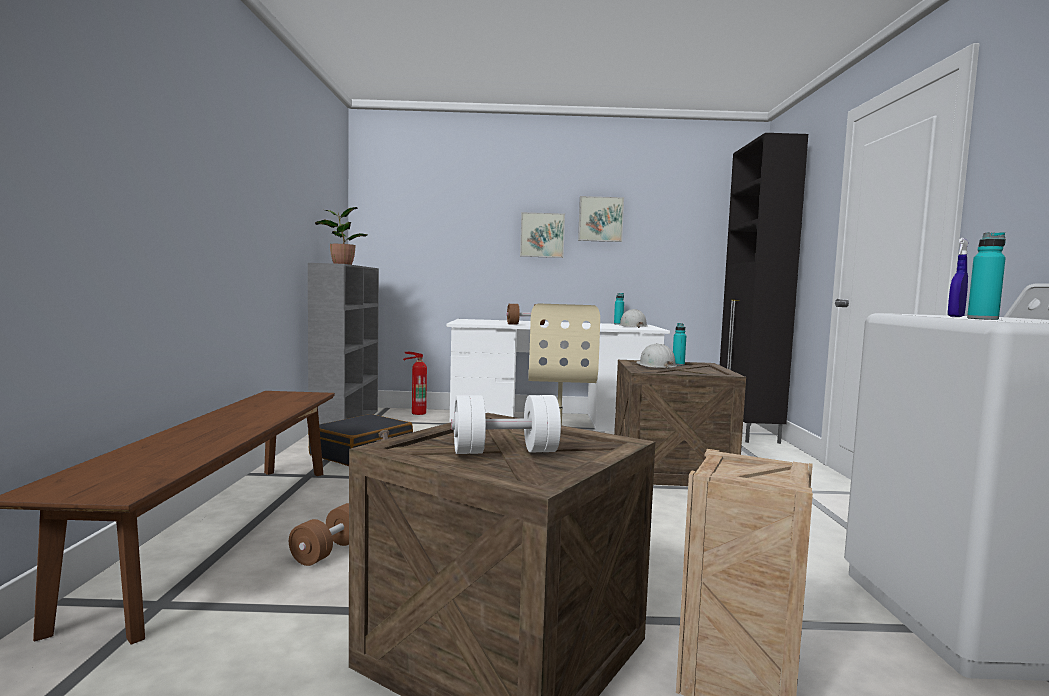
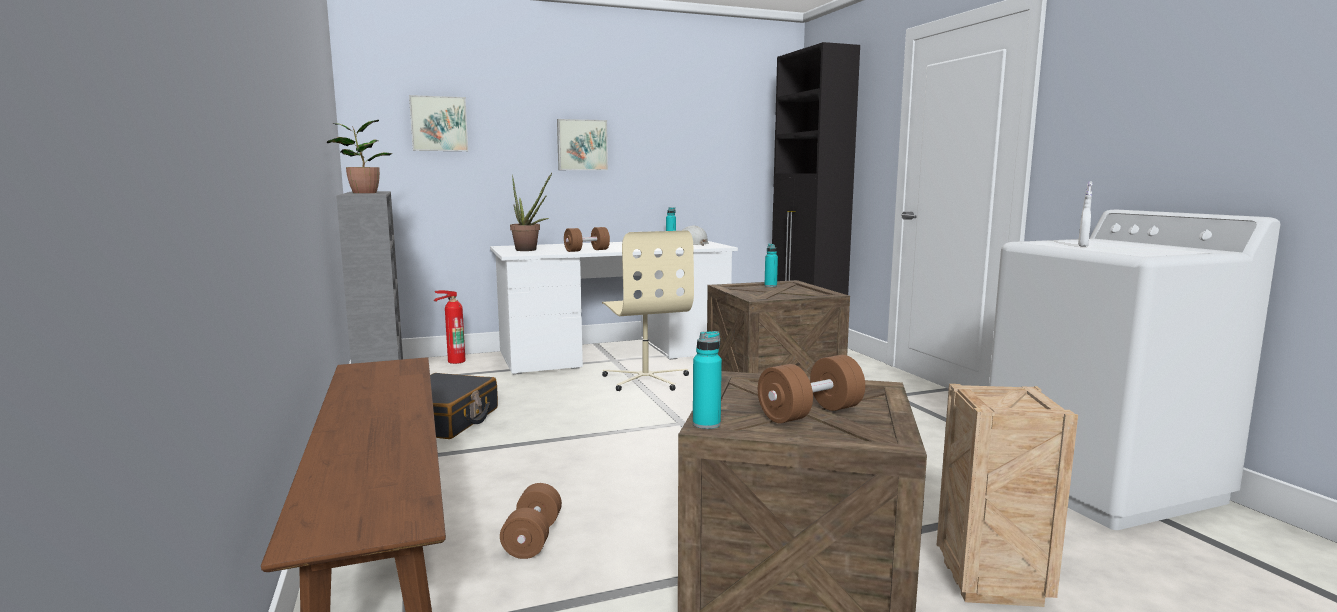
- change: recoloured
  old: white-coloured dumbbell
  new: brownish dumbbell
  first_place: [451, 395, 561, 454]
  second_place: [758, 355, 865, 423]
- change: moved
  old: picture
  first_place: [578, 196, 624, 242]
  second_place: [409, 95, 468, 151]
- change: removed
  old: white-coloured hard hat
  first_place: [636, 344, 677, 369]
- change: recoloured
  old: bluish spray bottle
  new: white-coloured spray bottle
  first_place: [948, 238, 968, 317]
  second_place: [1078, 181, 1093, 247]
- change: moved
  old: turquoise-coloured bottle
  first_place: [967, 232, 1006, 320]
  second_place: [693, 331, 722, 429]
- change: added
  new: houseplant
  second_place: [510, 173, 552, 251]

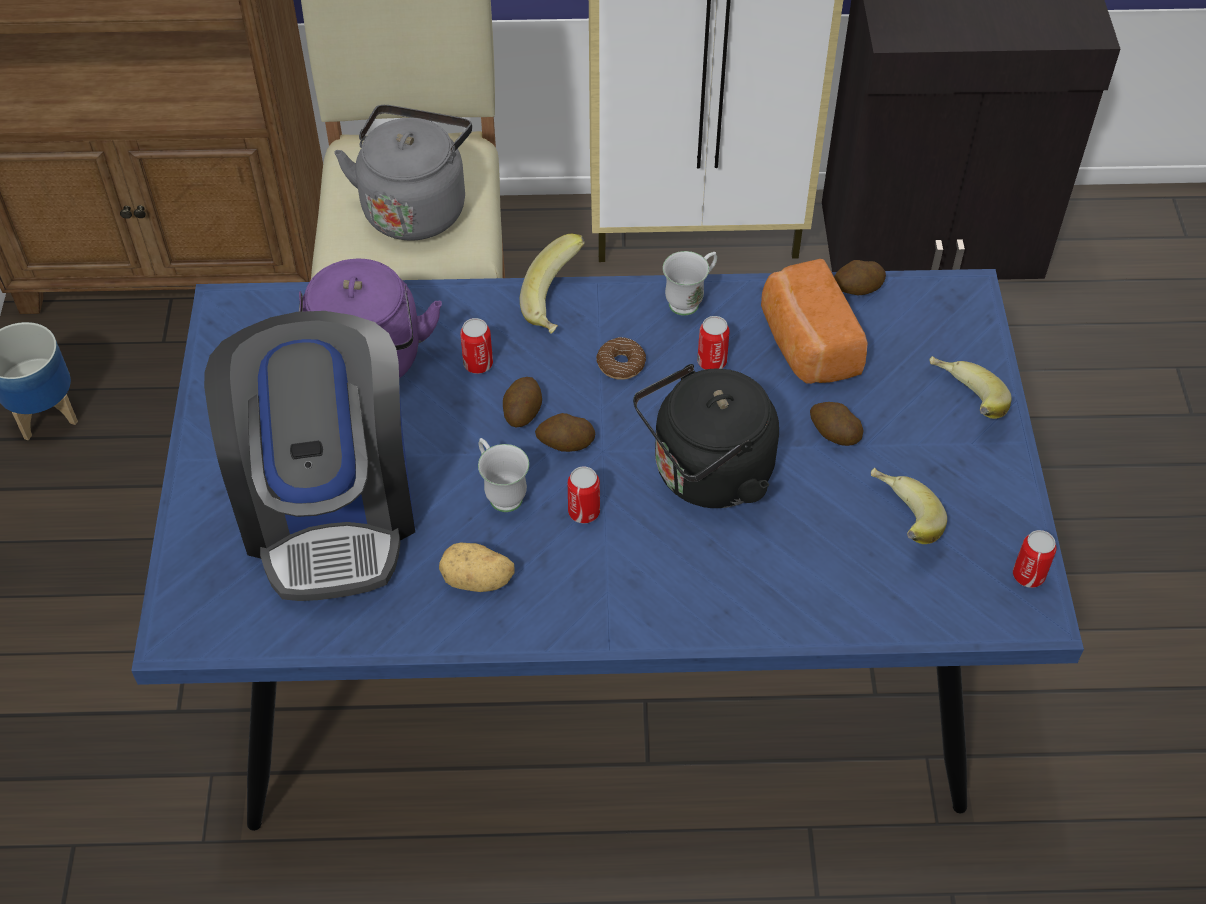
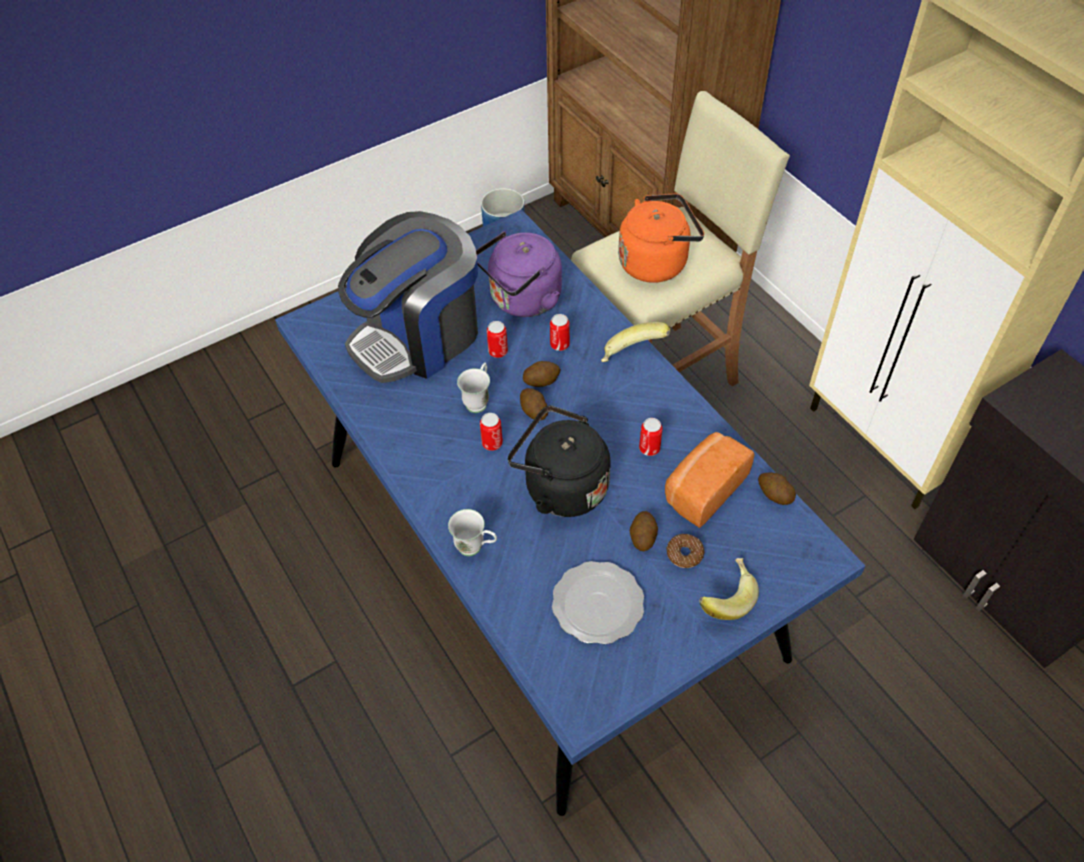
- change: recoloured
  old: greyish water kettle
  new: orange water kettle
  first_place: [334, 105, 472, 241]
  second_place: [618, 193, 704, 283]
- change: removed
  old: spud
  first_place: [439, 543, 514, 592]
- change: moved
  old: ring doughnut
  first_place: [596, 337, 646, 380]
  second_place: [666, 534, 705, 568]
- change: moved
  old: white-coloured mug
  first_place: [663, 251, 717, 316]
  second_place: [448, 509, 497, 556]
- change: replaced
  old: banana
  new: plate
  first_place: [871, 468, 947, 544]
  second_place: [552, 561, 644, 644]
- change: moved
  old: sealed can
  first_place: [1013, 530, 1056, 588]
  second_place: [487, 321, 508, 358]

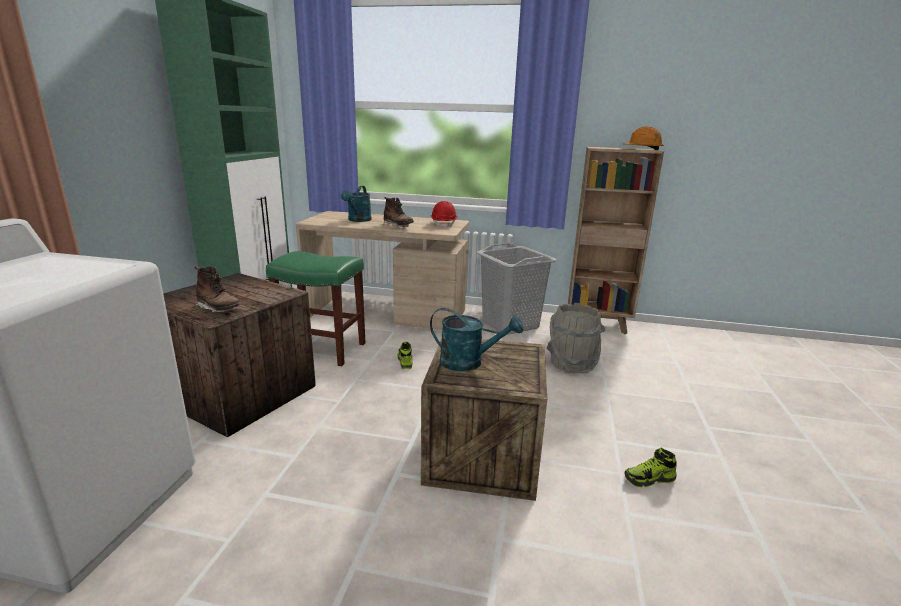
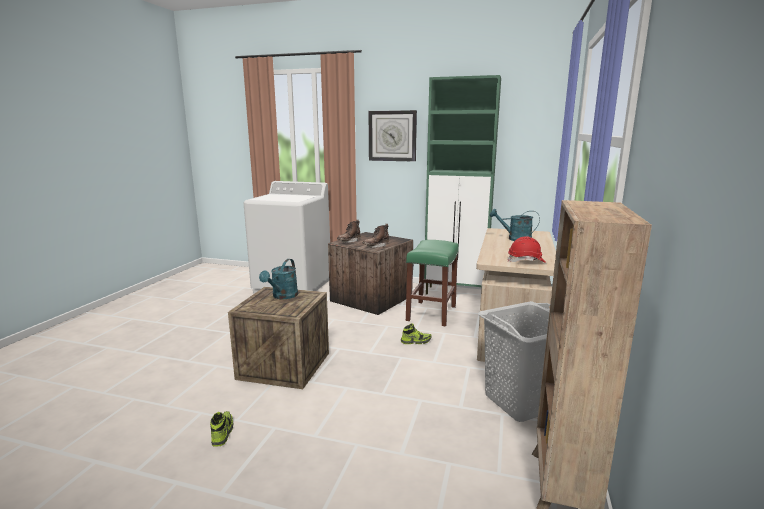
- change: moved
  old: brownish boot
  first_place: [384, 197, 414, 227]
  second_place: [363, 224, 389, 248]
- change: removed
  old: greyish water bucket
  first_place: [547, 303, 605, 374]
- change: removed
  old: orange hard hat
  first_place: [623, 126, 663, 150]
- change: added
  new: clock on the wall
  second_place: [369, 110, 417, 162]

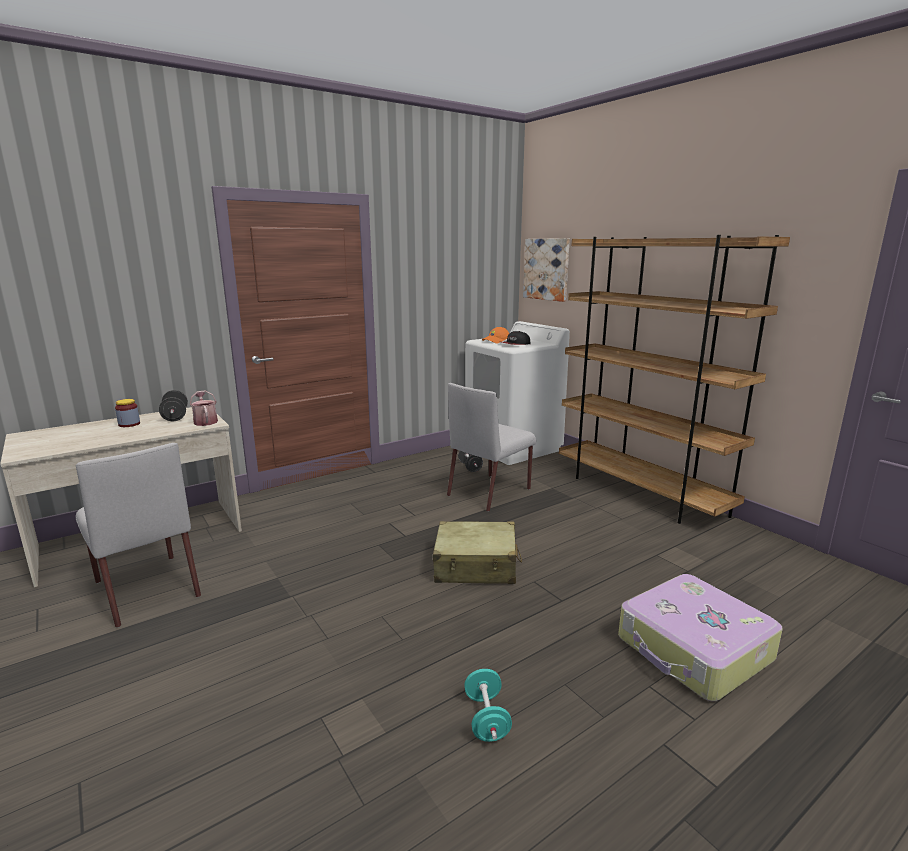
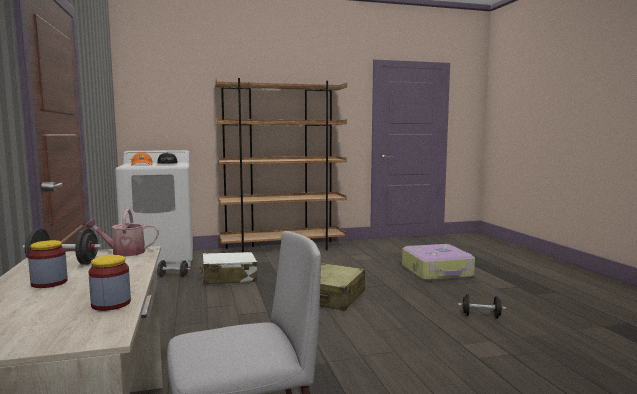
- change: replaced
  old: greyish chair
  new: white-coloured piece of luggage
  first_place: [447, 383, 536, 512]
  second_place: [198, 252, 257, 284]
- change: recoloured
  old: turquoise-coloured dumbbell
  new: blackish dumbbell
  first_place: [464, 669, 512, 742]
  second_place: [458, 294, 506, 319]
- change: removed
  old: picture
  first_place: [523, 238, 570, 302]
- change: added
  new: storage jar
  second_place: [89, 255, 131, 311]

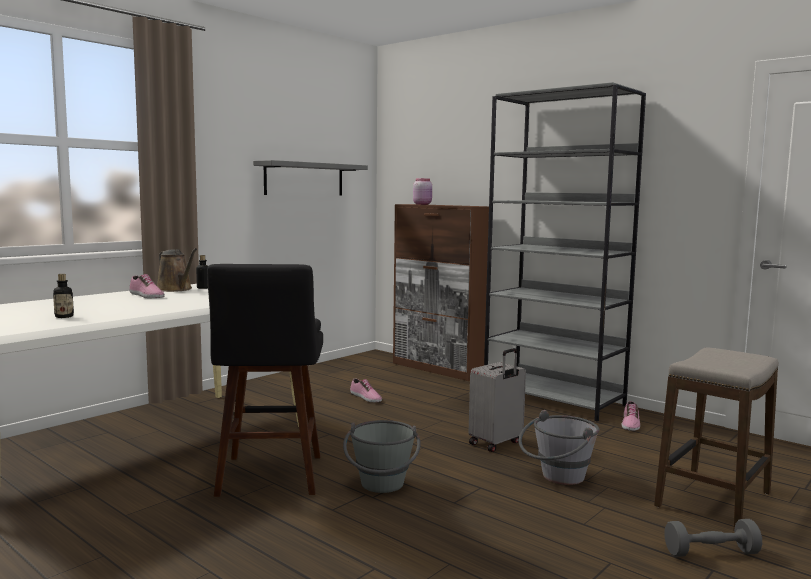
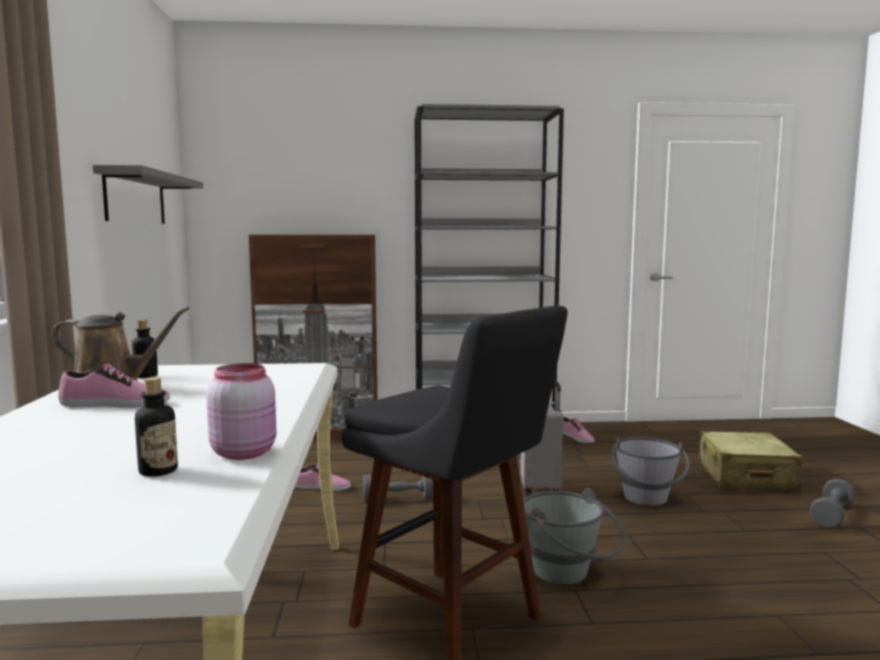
- change: moved
  old: pink-coloured storage jar
  first_place: [413, 178, 432, 205]
  second_place: [206, 363, 277, 460]
- change: replaced
  old: stool seat
  new: beige-coloured piece of luggage
  first_place: [654, 347, 779, 528]
  second_place: [699, 431, 802, 491]
- change: added
  new: greyish dumbbell
  second_place: [363, 474, 433, 502]

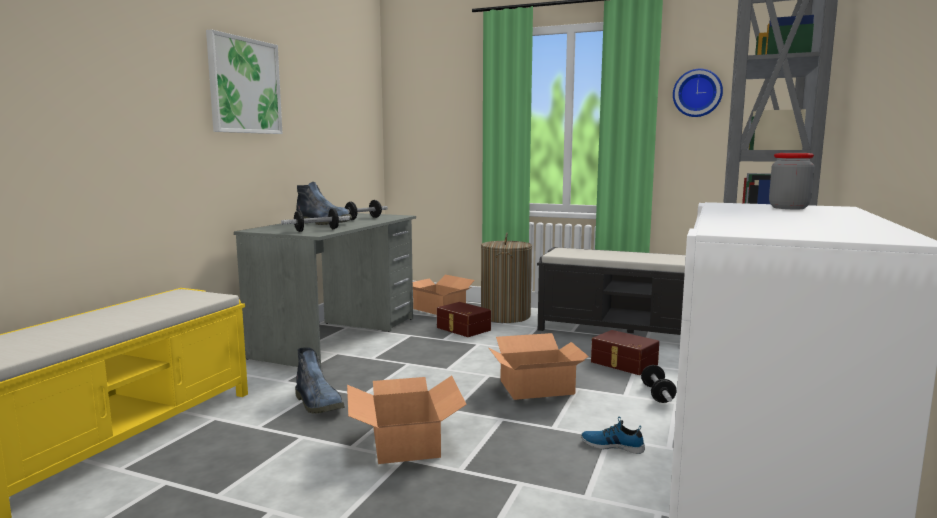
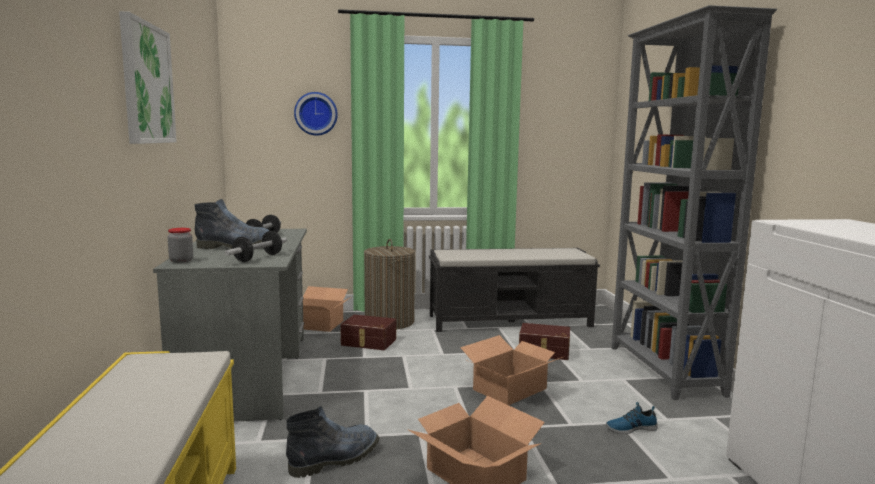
- change: turned
  old: boot
  first_place: [295, 347, 345, 414]
  second_place: [286, 406, 380, 478]
  degrees: -60
- change: removed
  old: dumbbell
  first_place: [641, 365, 677, 403]
- change: moved
  old: clock on the wall
  first_place: [673, 68, 723, 117]
  second_place: [294, 92, 338, 136]
- change: moved
  old: storage jar
  first_place: [769, 153, 814, 209]
  second_place: [168, 228, 193, 263]

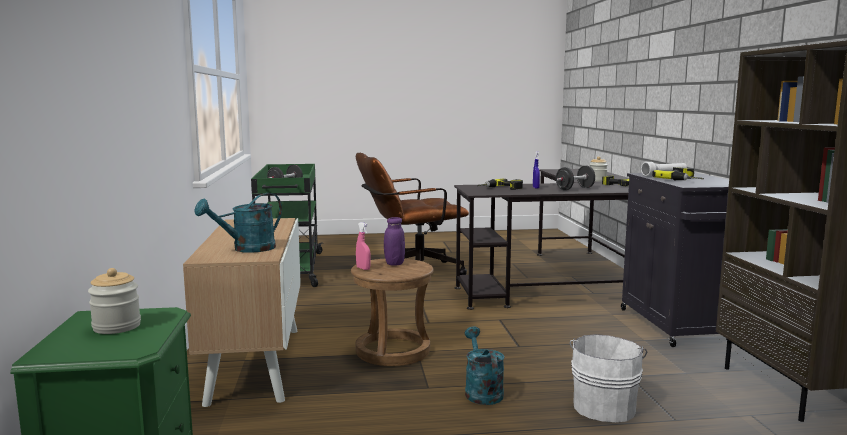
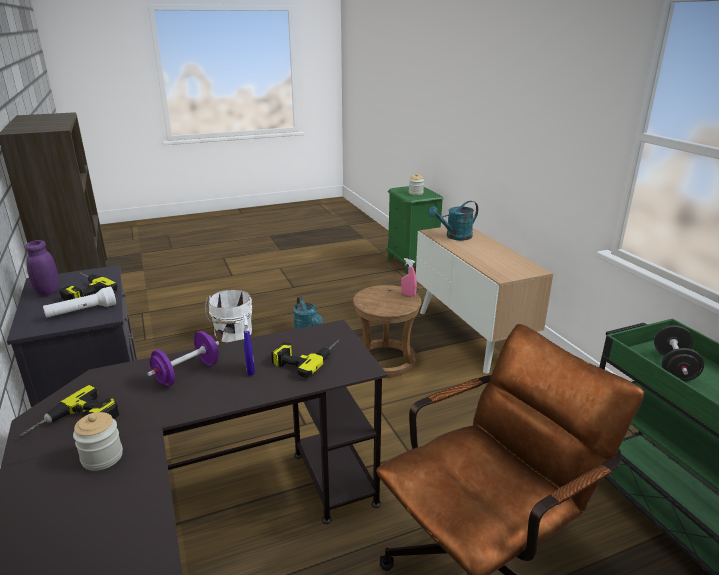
- change: turned
  old: turquoise-coloured sprinkling can
  first_place: [194, 193, 282, 253]
  second_place: [428, 201, 478, 240]
  degrees: -150
- change: moved
  old: purplish storage jar
  first_place: [384, 217, 405, 266]
  second_place: [25, 240, 59, 296]
- change: recoloured
  old: blackish dumbbell
  new: purplish dumbbell
  first_place: [556, 166, 595, 190]
  second_place: [147, 331, 219, 386]

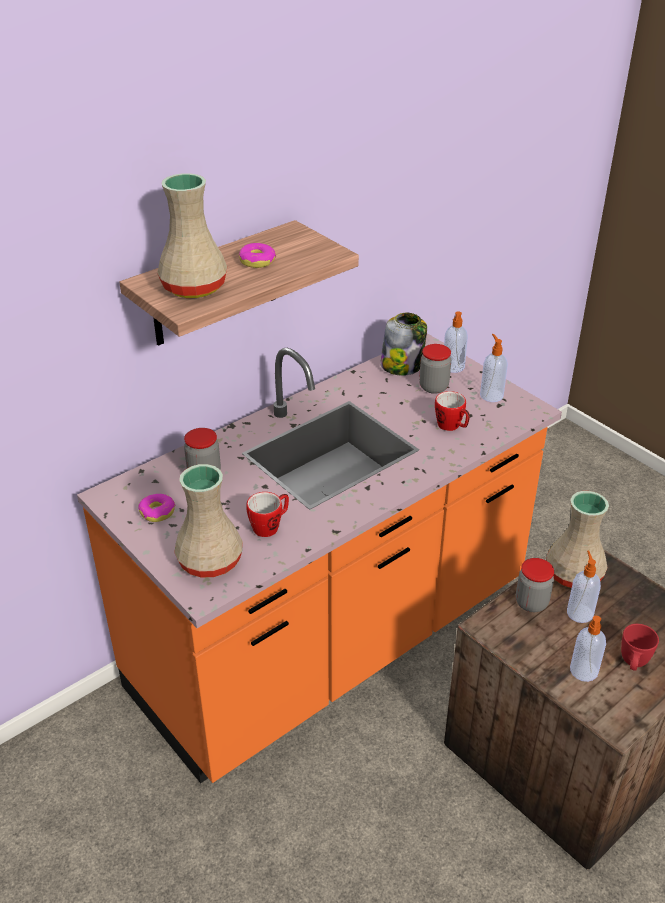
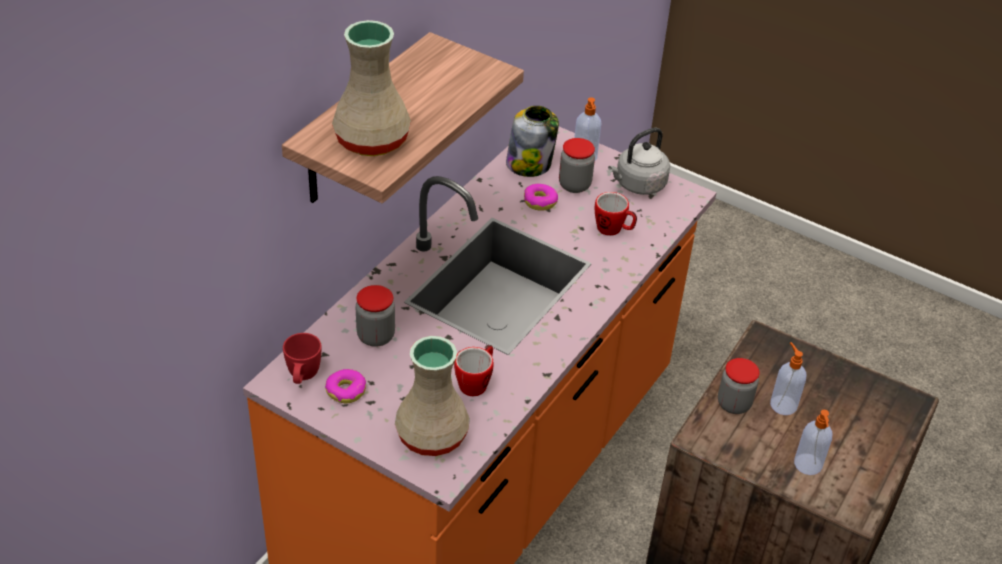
- change: moved
  old: ring doughnut
  first_place: [239, 243, 276, 268]
  second_place: [524, 184, 558, 211]
- change: replaced
  old: liquid soap bottle
  new: greyish water kettle
  first_place: [480, 334, 508, 402]
  second_place: [608, 128, 670, 195]
- change: removed
  old: beige-coloured flower vase
  first_place: [546, 491, 609, 588]
- change: moved
  old: red-coloured mug
  first_place: [621, 624, 659, 671]
  second_place: [283, 333, 322, 384]

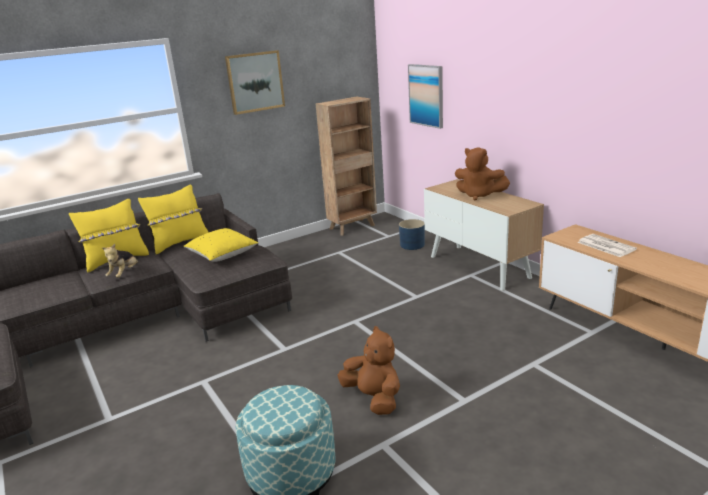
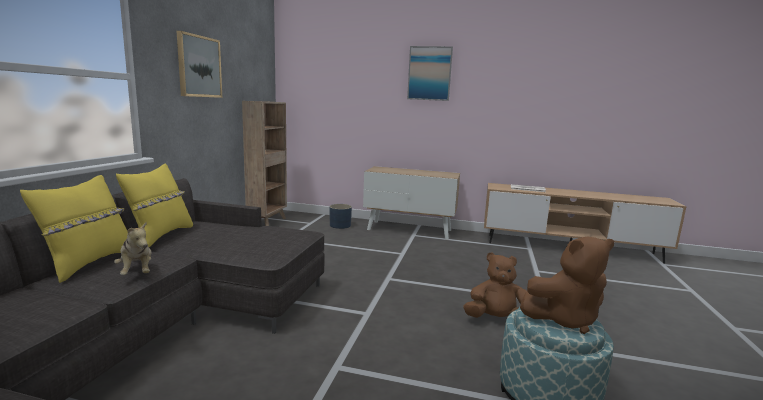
- change: removed
  old: yellow-coloured pillow
  first_place: [183, 228, 259, 262]
- change: moved
  old: picture
  first_place: [408, 64, 443, 129]
  second_place: [407, 46, 453, 101]
- change: moved
  old: brownish plush toy
  first_place: [455, 147, 510, 200]
  second_place: [520, 237, 615, 334]

